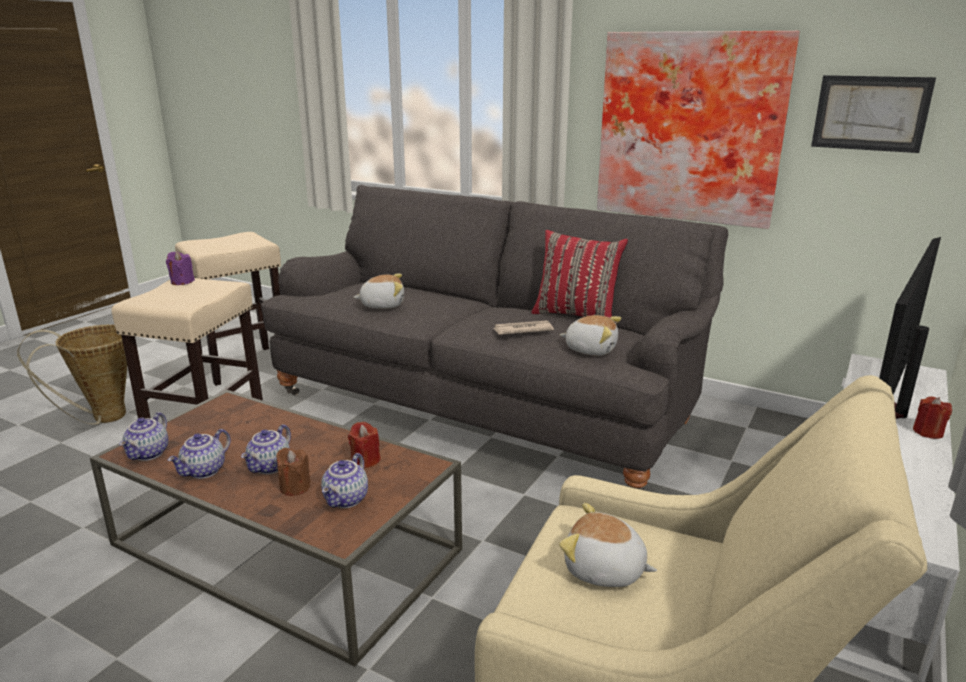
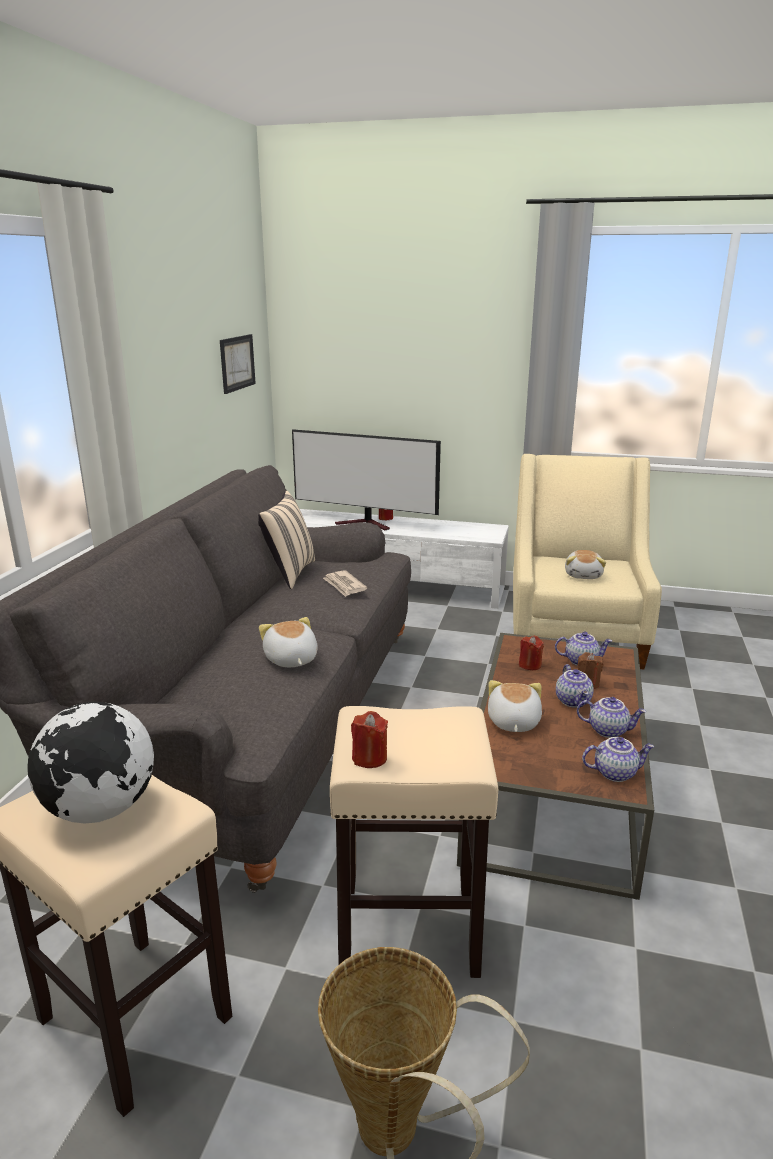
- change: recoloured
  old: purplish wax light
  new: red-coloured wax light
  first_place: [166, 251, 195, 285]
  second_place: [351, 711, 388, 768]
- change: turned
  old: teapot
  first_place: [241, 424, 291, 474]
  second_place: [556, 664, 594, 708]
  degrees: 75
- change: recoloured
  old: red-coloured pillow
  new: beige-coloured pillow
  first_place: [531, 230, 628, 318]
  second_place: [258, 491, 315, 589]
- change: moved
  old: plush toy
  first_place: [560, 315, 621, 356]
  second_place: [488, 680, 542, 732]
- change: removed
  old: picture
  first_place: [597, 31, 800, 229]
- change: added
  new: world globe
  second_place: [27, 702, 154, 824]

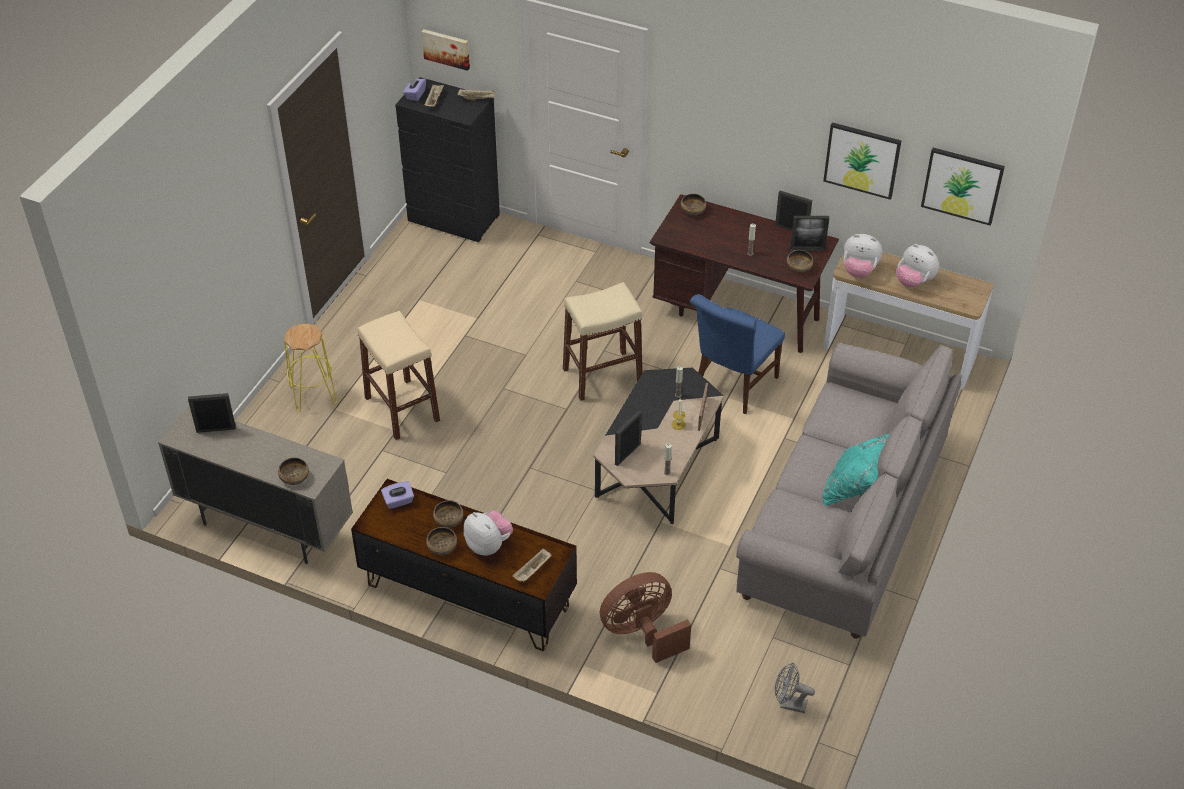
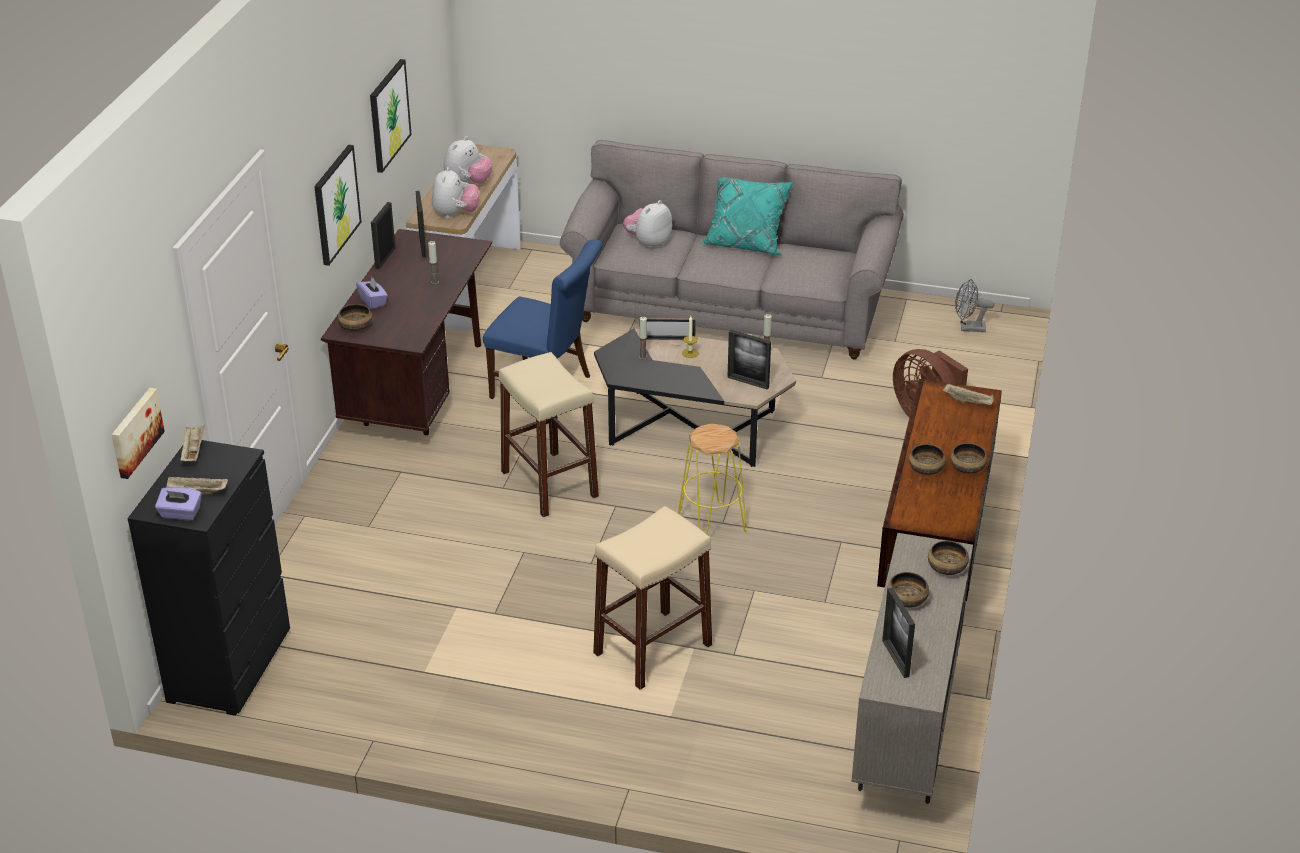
- change: moved
  old: yellow-coloured stool seat
  first_place: [284, 323, 337, 412]
  second_place: [678, 423, 747, 534]
- change: moved
  old: purplish tissue box
  first_place: [381, 481, 414, 509]
  second_place: [356, 278, 388, 309]
- change: moved
  old: plush toy
  first_place: [463, 511, 513, 556]
  second_place: [623, 200, 672, 249]
- change: turned
  old: greyish cooling fan
  first_place: [775, 662, 815, 713]
  second_place: [955, 279, 994, 332]
  degrees: 90
- change: moved
  old: serving bowl
  first_place: [786, 250, 813, 273]
  second_place: [887, 572, 929, 608]
- change: moved
  old: picture
  first_place: [921, 148, 1005, 226]
  second_place: [314, 145, 362, 266]

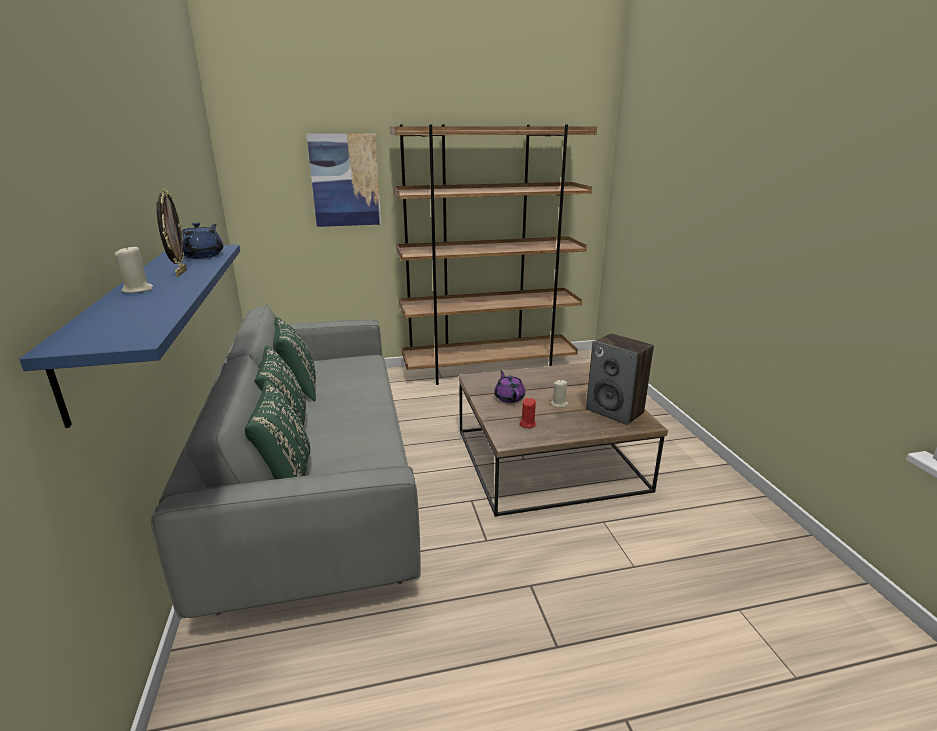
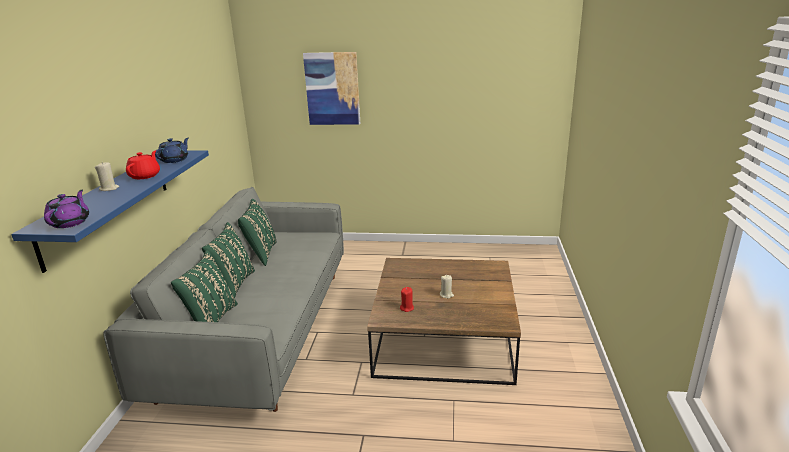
- change: replaced
  old: picture frame
  new: red-coloured teapot
  first_place: [156, 189, 187, 277]
  second_place: [126, 151, 160, 179]
- change: removed
  old: brownish bookcase
  first_place: [390, 124, 597, 385]
- change: moved
  old: purplish teapot
  first_place: [494, 371, 525, 403]
  second_place: [44, 189, 89, 228]
- change: removed
  old: speaker
  first_place: [586, 333, 654, 425]

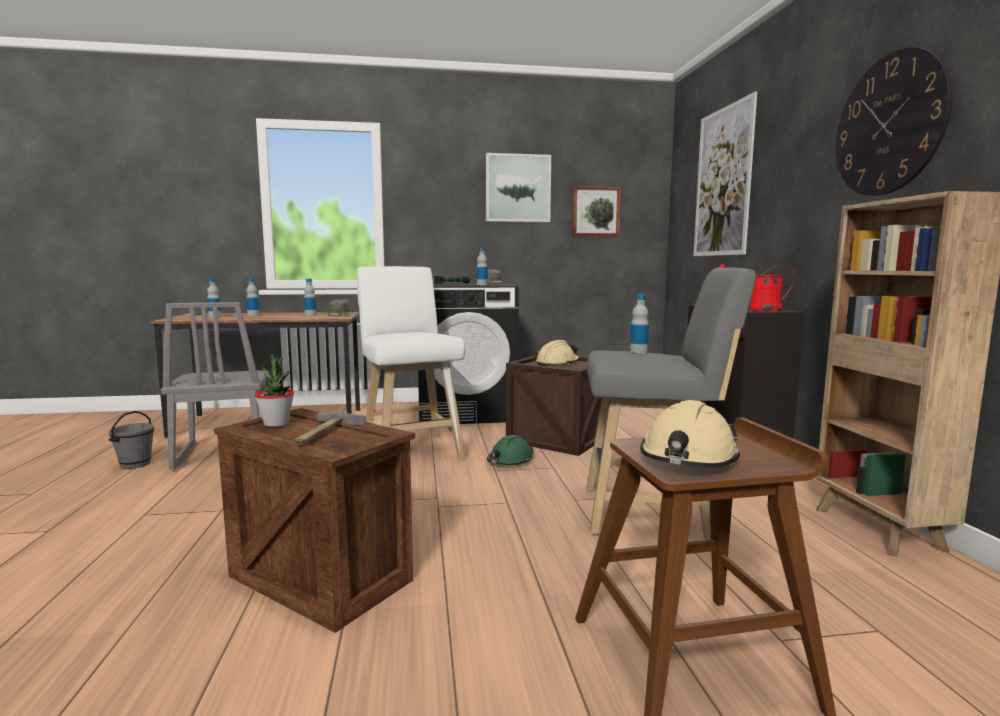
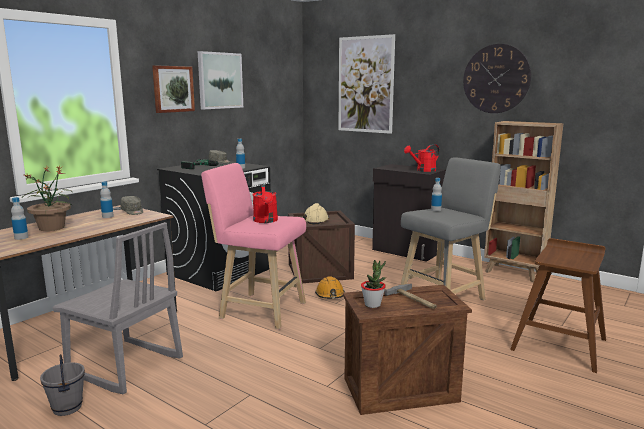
- change: replaced
  old: bottle
  new: houseplant
  first_place: [246, 279, 259, 316]
  second_place: [24, 165, 73, 231]
- change: recoloured
  old: white-coloured stool seat
  new: pink-coloured stool seat
  first_place: [357, 266, 466, 460]
  second_place: [201, 163, 306, 329]
- change: recoloured
  old: green hard hat
  new: orange hard hat
  first_place: [487, 435, 534, 465]
  second_place: [315, 276, 345, 299]
- change: moved
  old: picture
  first_place: [572, 186, 621, 237]
  second_place: [152, 65, 195, 113]
- change: removed
  old: beige-coloured hard hat
  first_place: [640, 400, 740, 467]
- change: added
  new: red-coloured sprinkling can
  second_place: [253, 184, 278, 223]

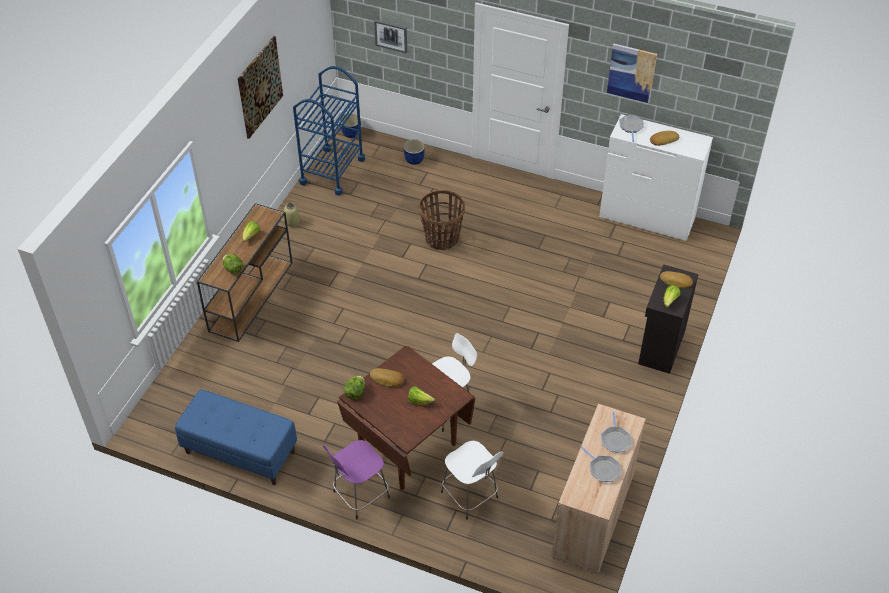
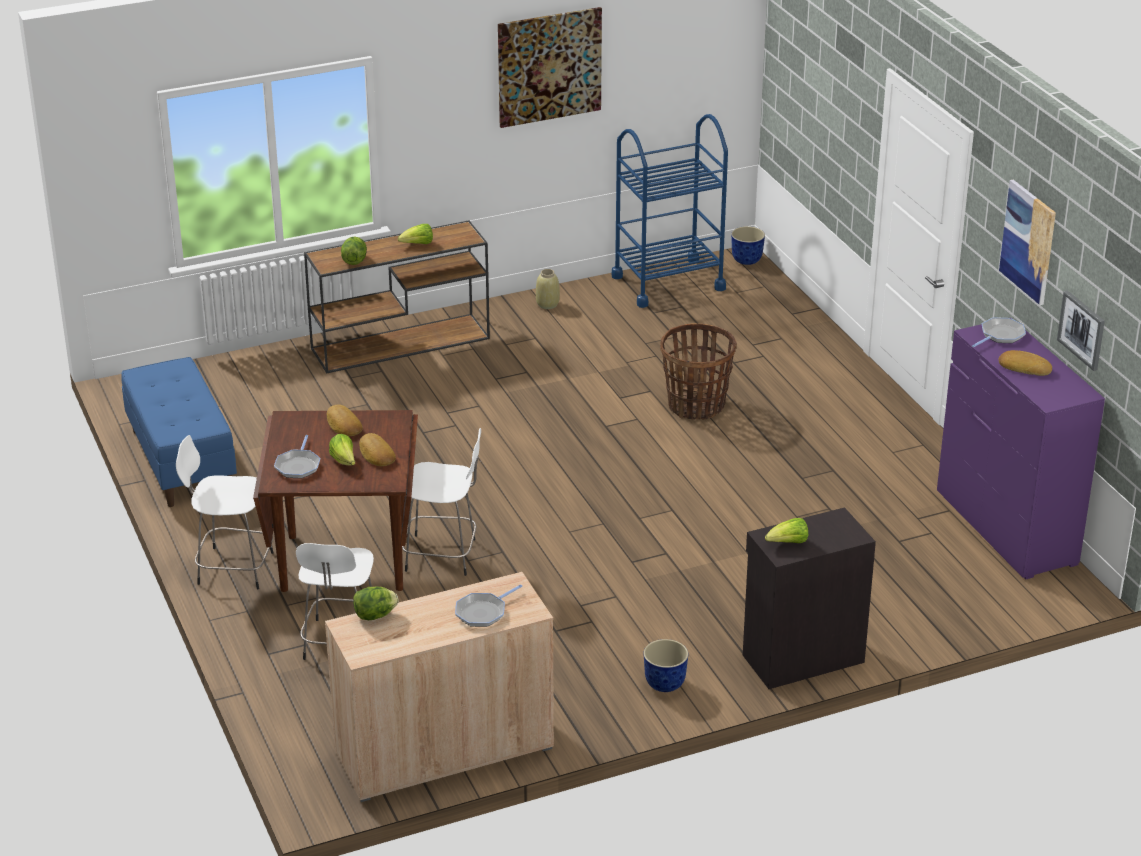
- change: recoloured
  old: purplish stool seat
  new: white-coloured stool seat
  first_place: [323, 440, 390, 519]
  second_place: [176, 435, 274, 589]
- change: moved
  old: head of lettuce
  first_place: [344, 376, 365, 399]
  second_place: [353, 586, 399, 620]
- change: moved
  old: picture
  first_place: [374, 20, 407, 53]
  second_place: [1057, 290, 1105, 371]
- change: moved
  old: flower pot
  first_place: [403, 139, 425, 165]
  second_place: [644, 639, 688, 692]
- change: moved
  old: skillet
  first_place: [580, 446, 621, 482]
  second_place: [274, 435, 320, 478]
- change: recoloured
  old: white-coloured chest of drawers
  new: purplish chest of drawers
  first_place: [599, 114, 713, 241]
  second_place: [937, 318, 1105, 579]
- change: moved
  old: bread
  first_place: [660, 271, 693, 288]
  second_place: [359, 433, 396, 466]

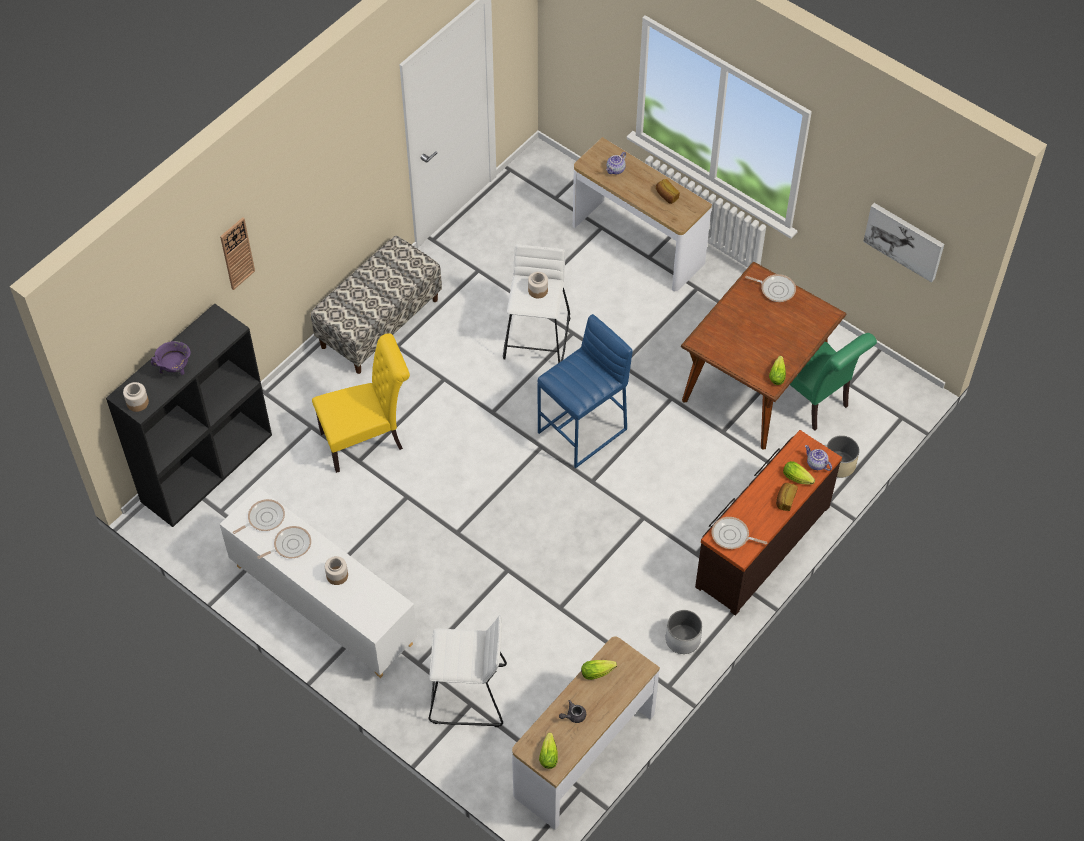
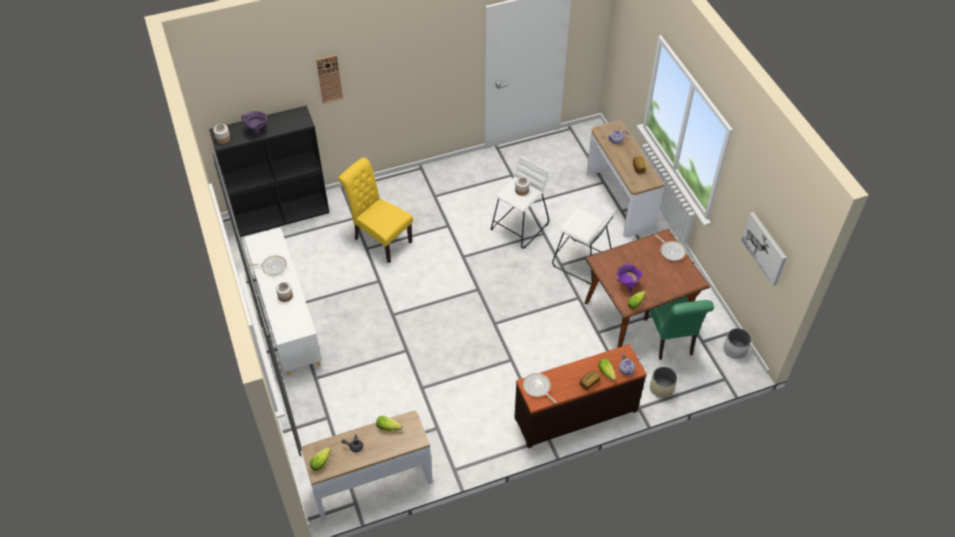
- change: removed
  old: skillet
  first_place: [233, 499, 285, 534]
- change: removed
  old: long seat
  first_place: [311, 236, 442, 374]
- change: turned
  old: yellow-coloured chair
  first_place: [312, 333, 410, 473]
  second_place: [338, 157, 413, 263]
  degrees: -150
- change: moved
  old: white-coloured stool seat
  first_place: [429, 615, 507, 727]
  second_place: [552, 207, 617, 285]
- change: removed
  old: bluish stool seat
  first_place: [538, 314, 633, 468]
- change: moved
  old: white-coloured flower pot
  first_place: [666, 610, 702, 654]
  second_place: [723, 328, 751, 359]
- change: added
  new: purplish cooking pot
  second_place: [617, 264, 642, 293]

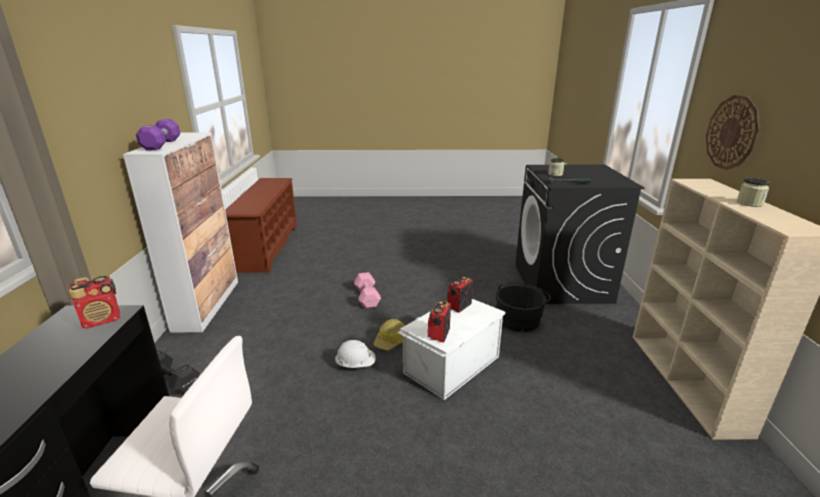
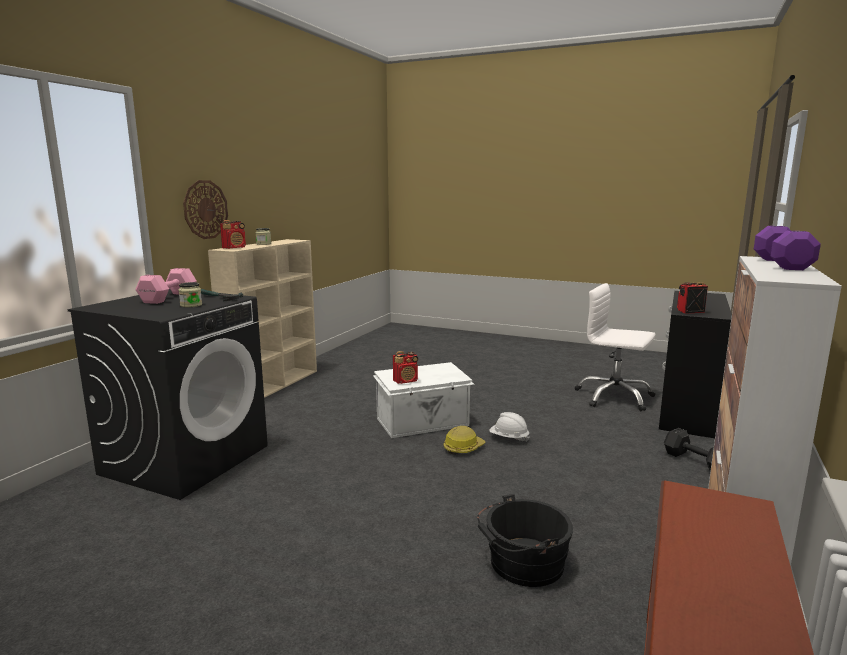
- change: moved
  old: pink-coloured dumbbell
  first_place: [354, 272, 381, 308]
  second_place: [135, 268, 197, 304]
- change: moved
  old: radio
  first_place: [428, 301, 451, 343]
  second_place: [220, 220, 246, 249]
- change: moved
  old: blackish water bucket
  first_place: [495, 282, 551, 332]
  second_place: [477, 494, 573, 587]

